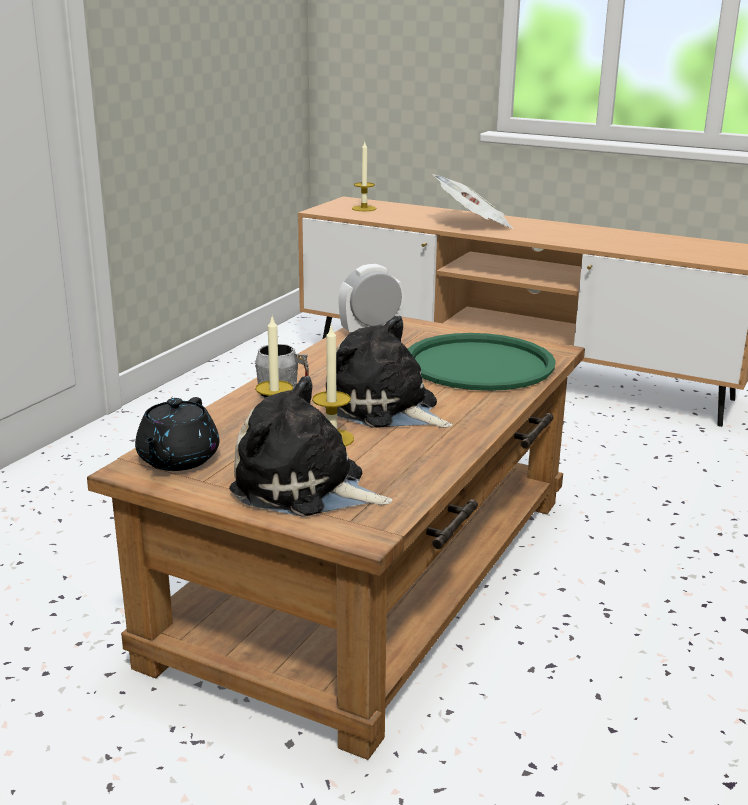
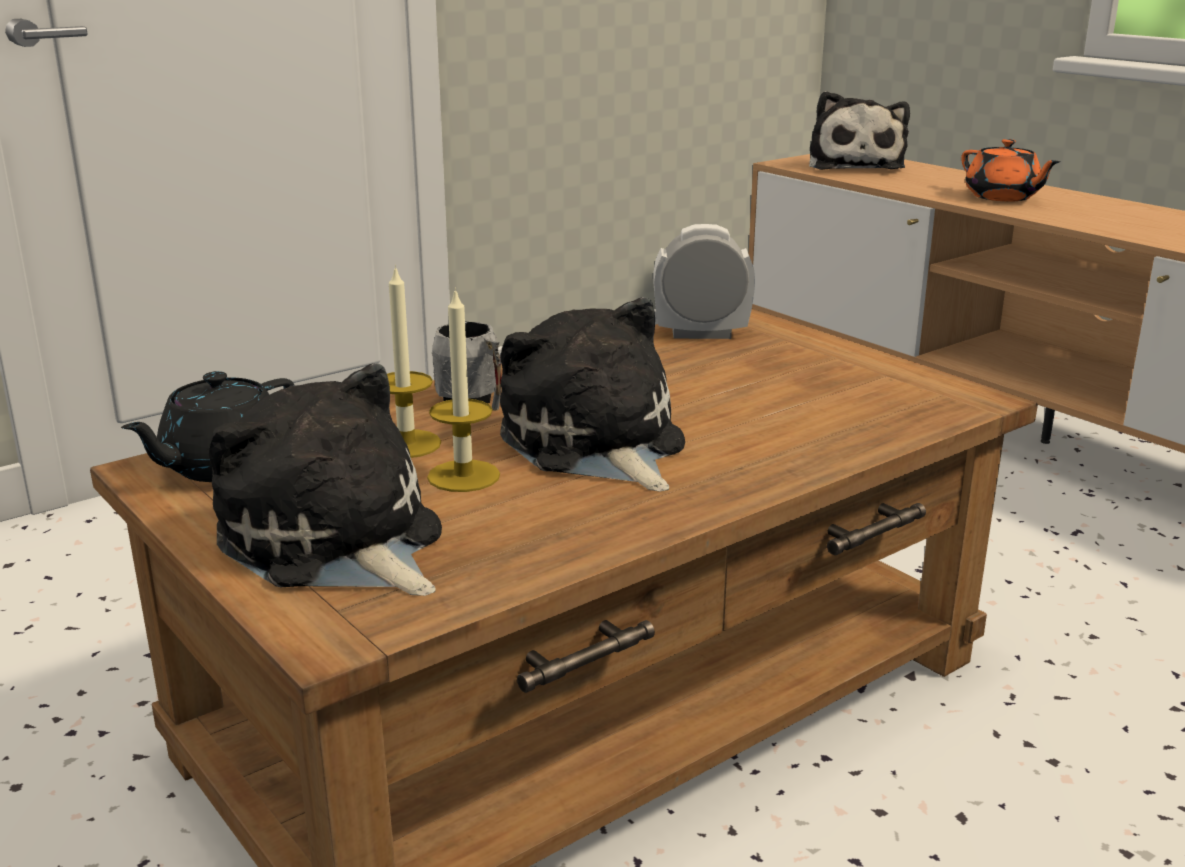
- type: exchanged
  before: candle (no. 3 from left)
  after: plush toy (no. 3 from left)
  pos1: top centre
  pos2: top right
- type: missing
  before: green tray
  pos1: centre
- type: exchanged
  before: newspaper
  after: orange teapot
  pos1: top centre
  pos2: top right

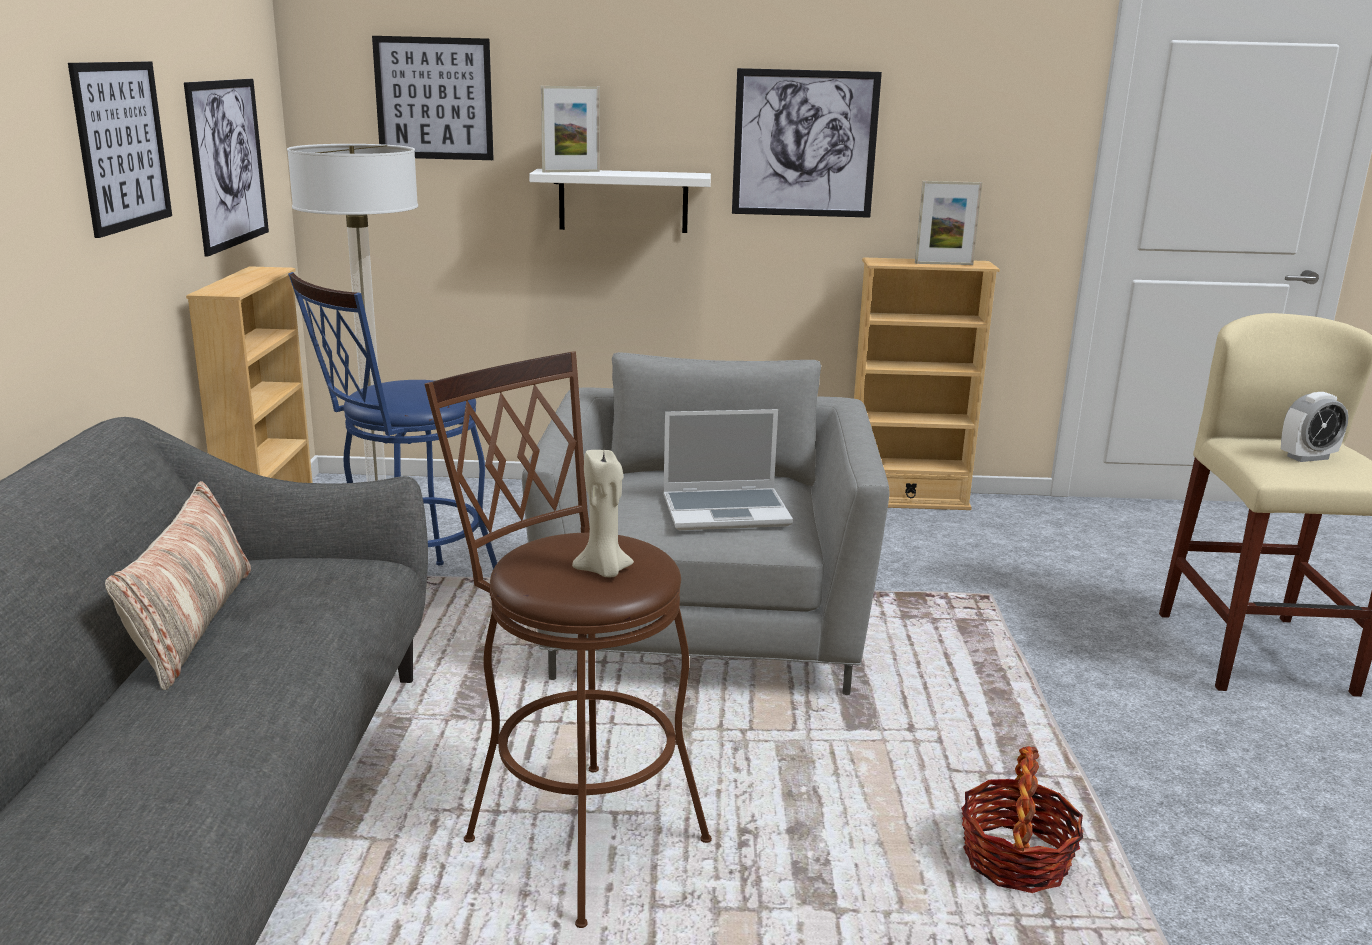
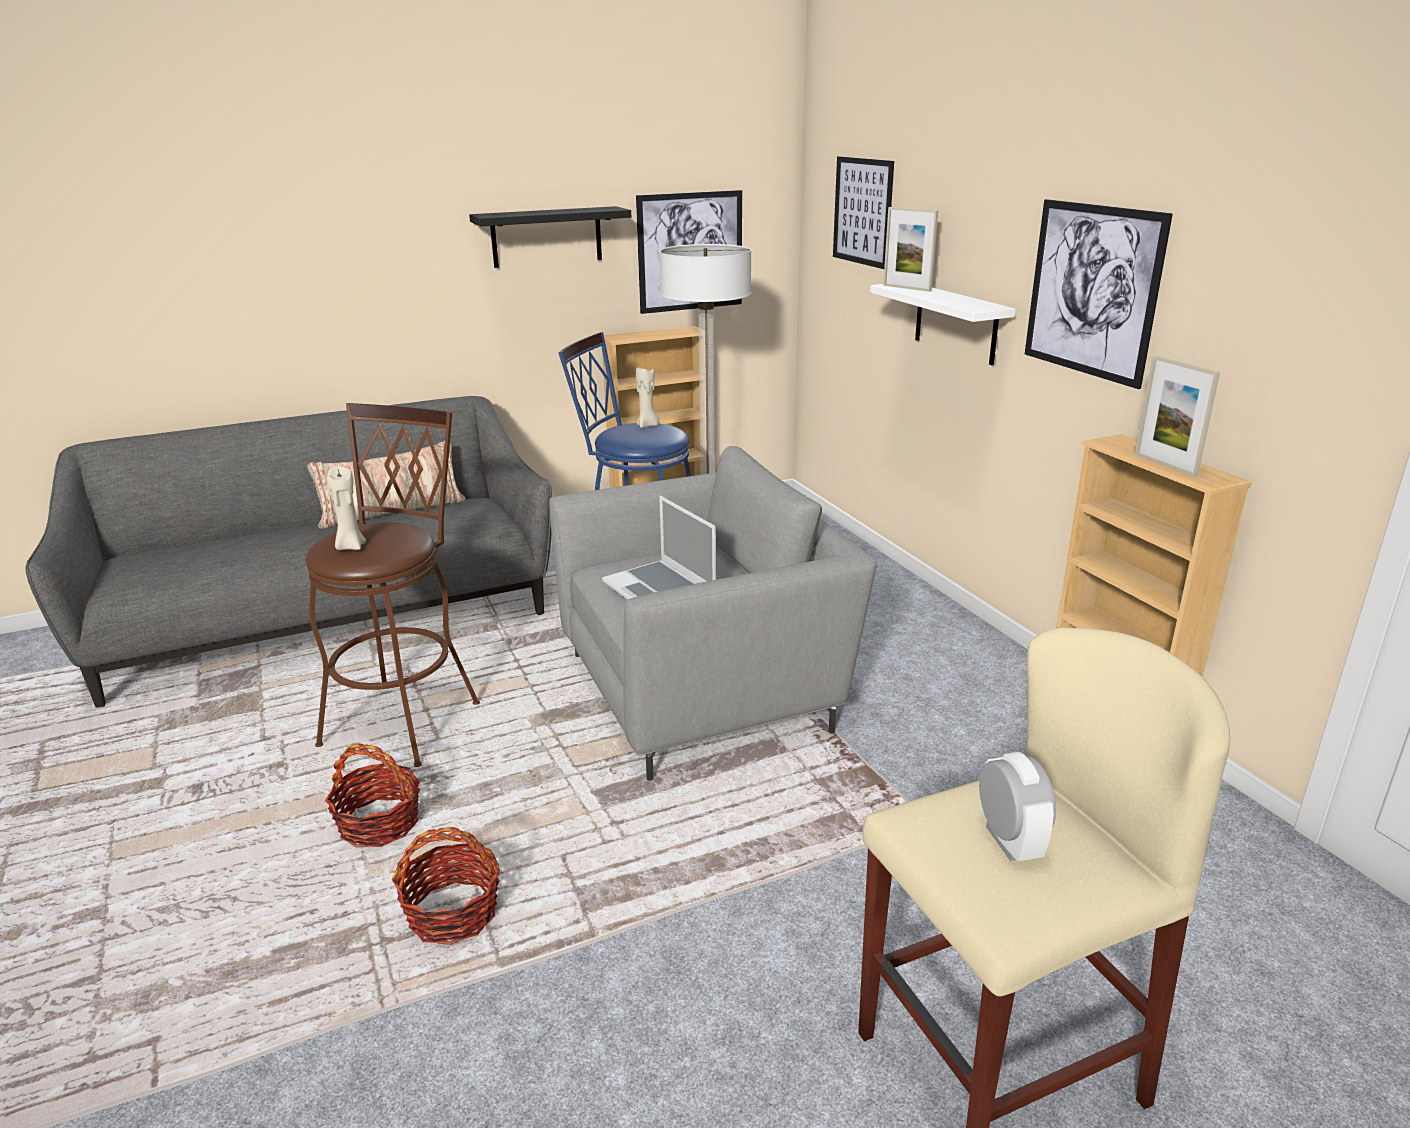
- type: exchanged
  before: picture (no. 1 from left)
  after: black shelf
  pos1: top left
  pos2: top centre
- type: spun
  before: alarm clock
  pos1: middle right
  pos2: bottom right
  turn: -150
- type: appeared
  after: basket (no. 1 from left)
  pos2: bottom left
- type: appeared
  after: beige candle (no. 2 from left)
  pos2: centre

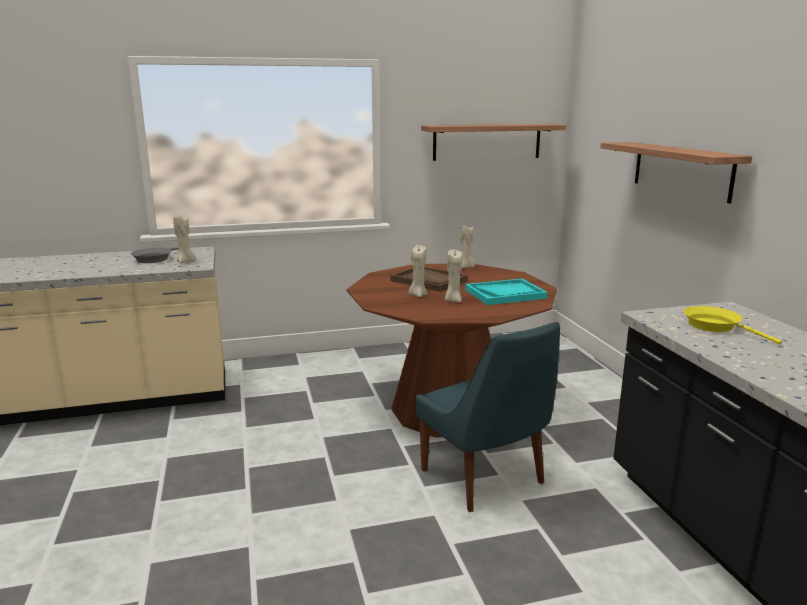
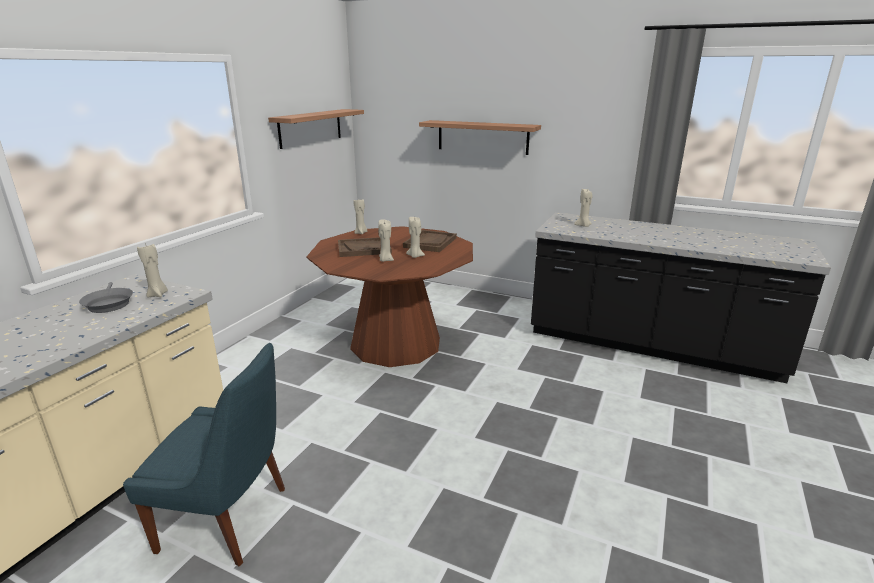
- type: relocated
  before: blue chair
  pos1: bottom centre
  pos2: bottom left
- type: colour
  before: turquoise tray
  after: brown tray (no. 2 from left)
  pos1: centre
  pos2: centre
- type: exchanged
  before: yellow frying pan
  after: beige candle (no. 5 from left)
  pos1: middle right
  pos2: middle right

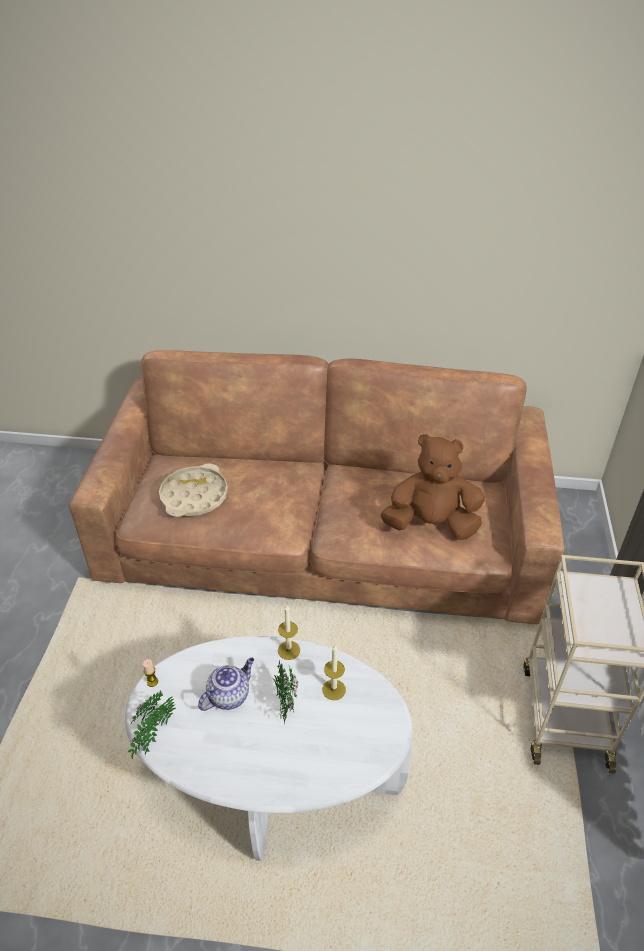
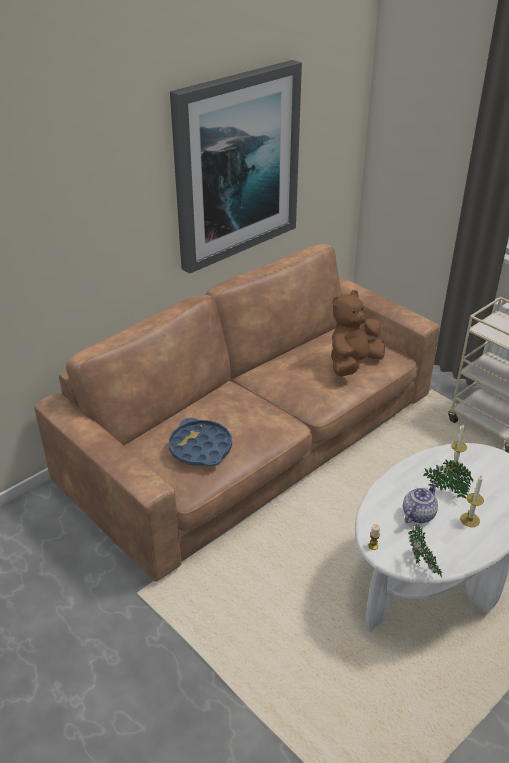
- type: colour
  before: beige tray
  after: blue tray
  pos1: middle left
  pos2: centre
- type: spun
  before: teapot
  pos1: bottom centre
  pos2: middle right
  turn: 45
- type: relocated
  before: candle (no. 2 from left in the first image)
  after: candle (no. 3 from left)
  pos1: centre
  pos2: middle right
- type: appeared
  after: picture
  pos2: top centre

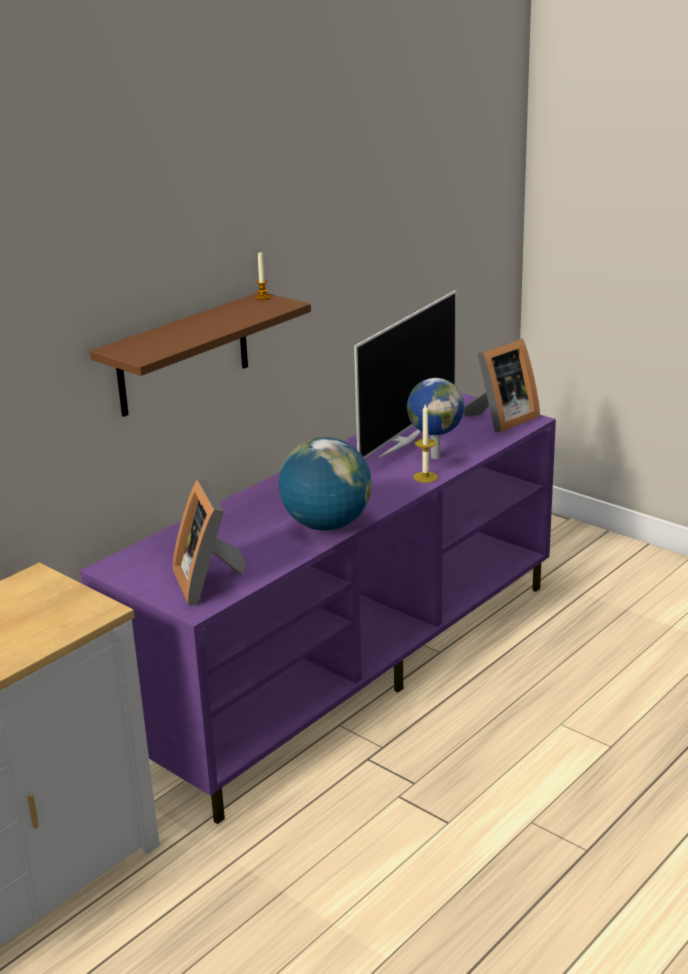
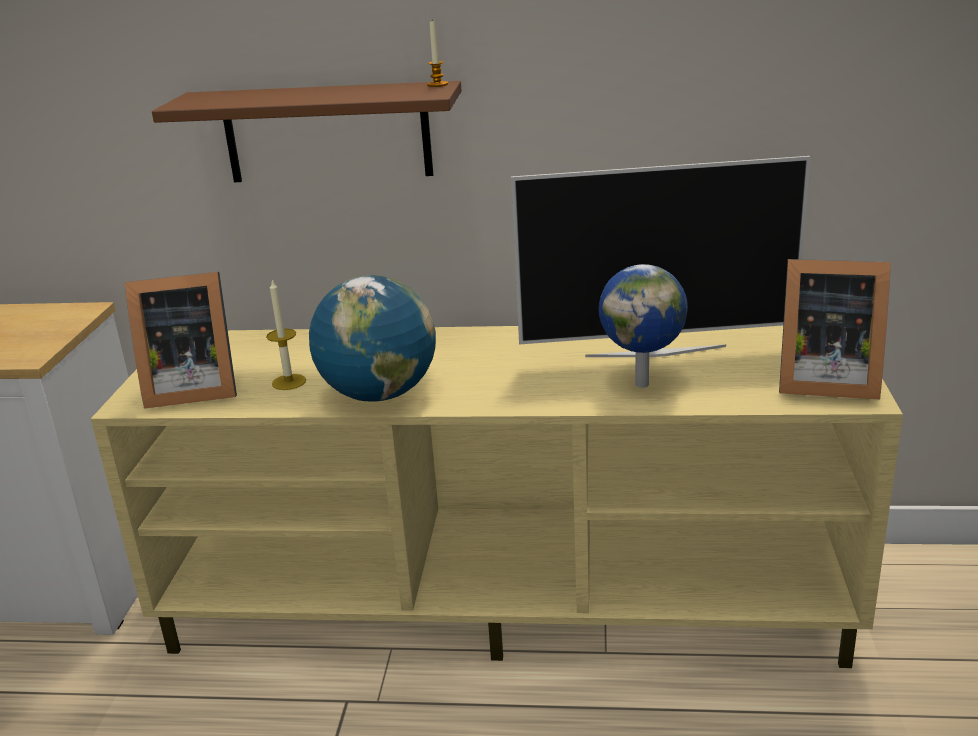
- type: colour
  before: purple tv stand
  after: beige tv stand
  pos1: centre
  pos2: bottom centre
- type: spun
  before: picture frame (no. 1 from left)
  pos1: middle left
  pos2: middle left
  turn: -135
- type: relocated
  before: candle (no. 2 from left in the first image)
  after: candle (no. 1 from left)
  pos1: centre
  pos2: middle left

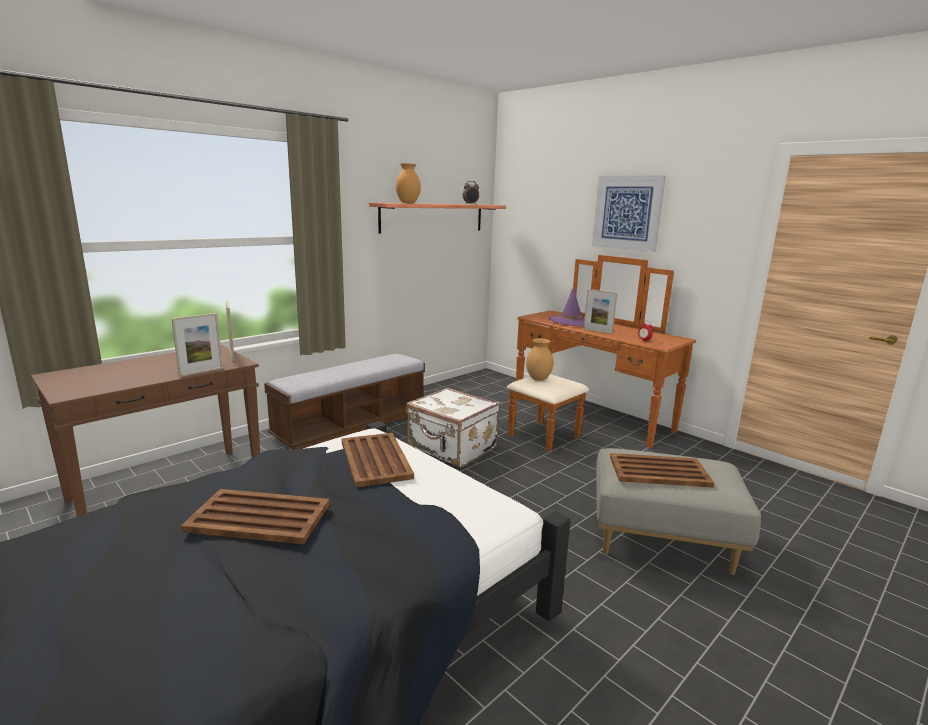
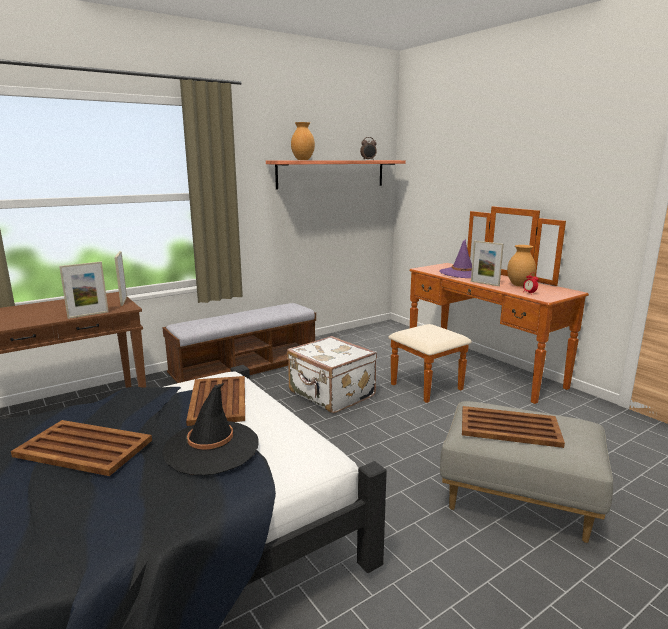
- type: relocated
  before: brown vase (no. 2 from left)
  pos1: centre
  pos2: middle right
- type: missing
  before: picture
  pos1: top right
- type: appeared
  after: black hat
  pos2: bottom left

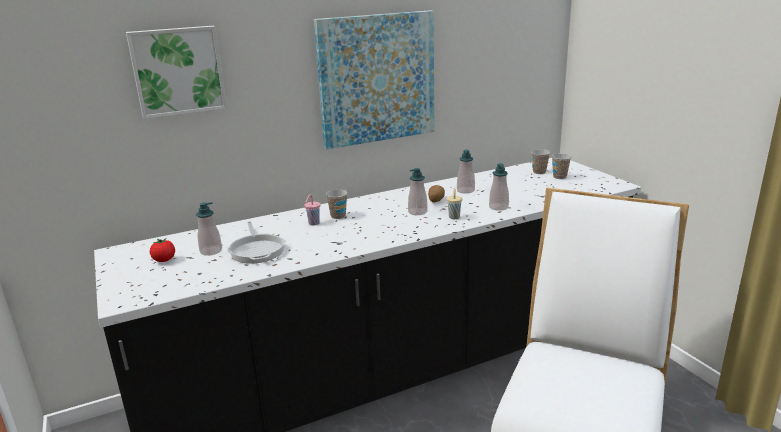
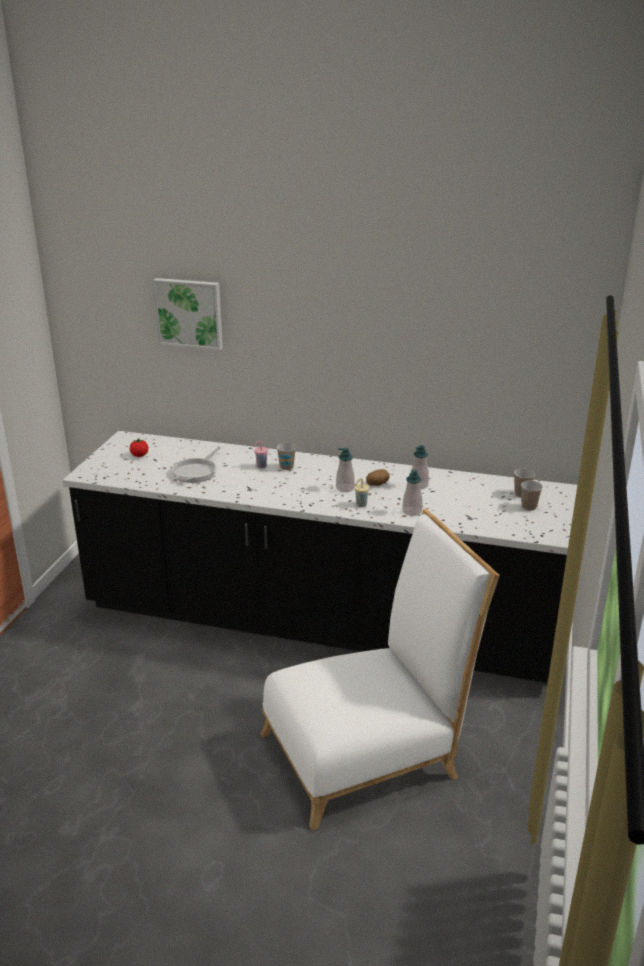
- type: missing
  before: soap dispenser (no. 1 from left)
  pos1: middle left
- type: missing
  before: picture (no. 2 from left)
  pos1: top centre

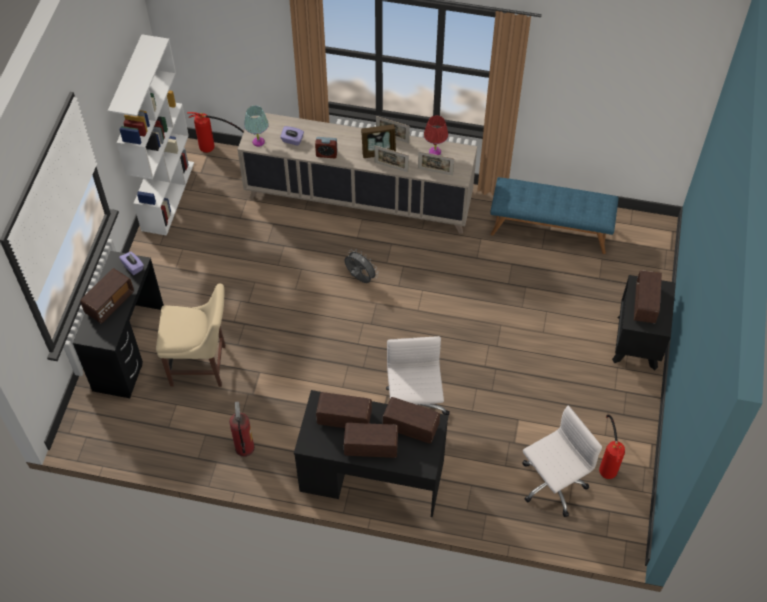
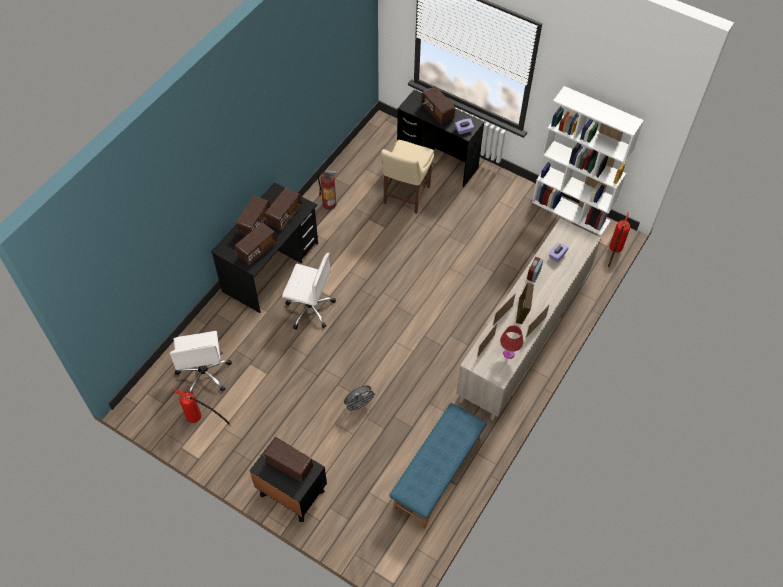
- type: missing
  before: turquoise table lamp
  pos1: top centre
- type: relocated
  before: grey fan
  pos1: centre
  pos2: bottom centre

